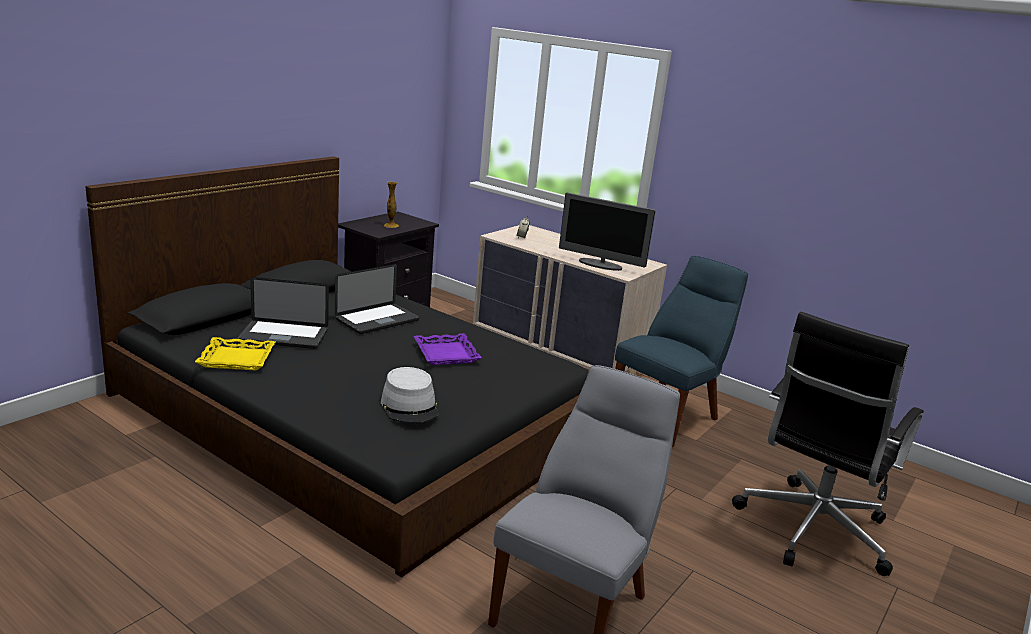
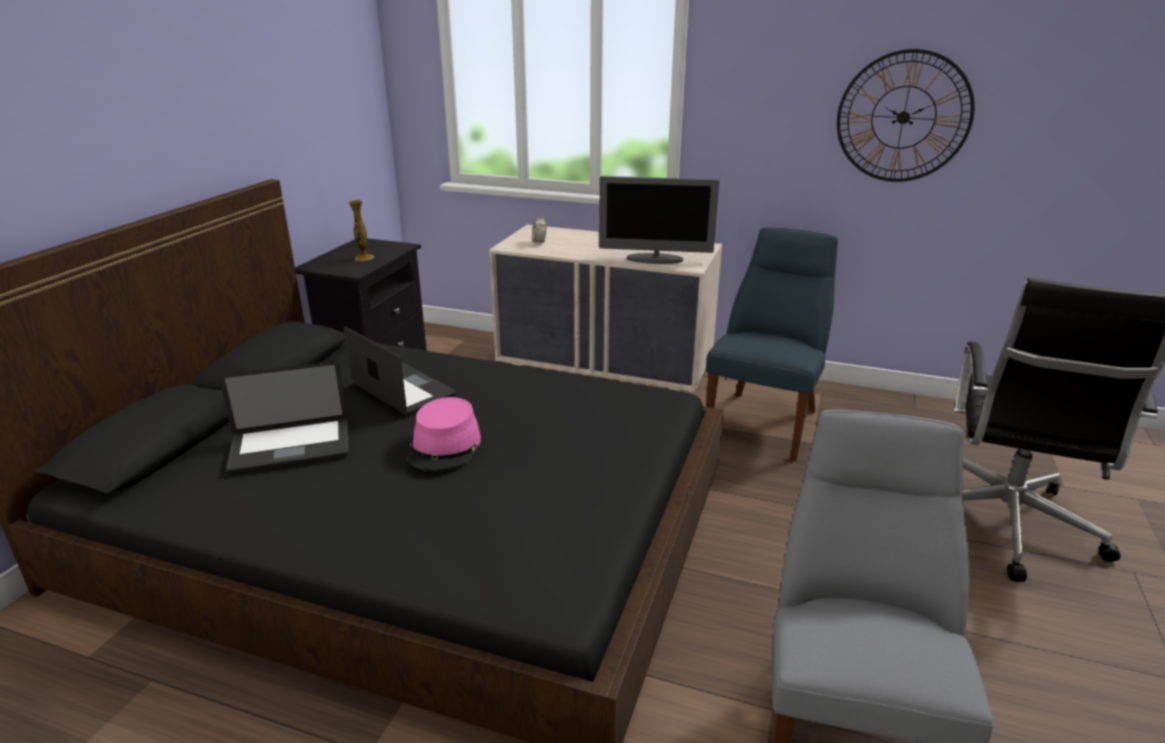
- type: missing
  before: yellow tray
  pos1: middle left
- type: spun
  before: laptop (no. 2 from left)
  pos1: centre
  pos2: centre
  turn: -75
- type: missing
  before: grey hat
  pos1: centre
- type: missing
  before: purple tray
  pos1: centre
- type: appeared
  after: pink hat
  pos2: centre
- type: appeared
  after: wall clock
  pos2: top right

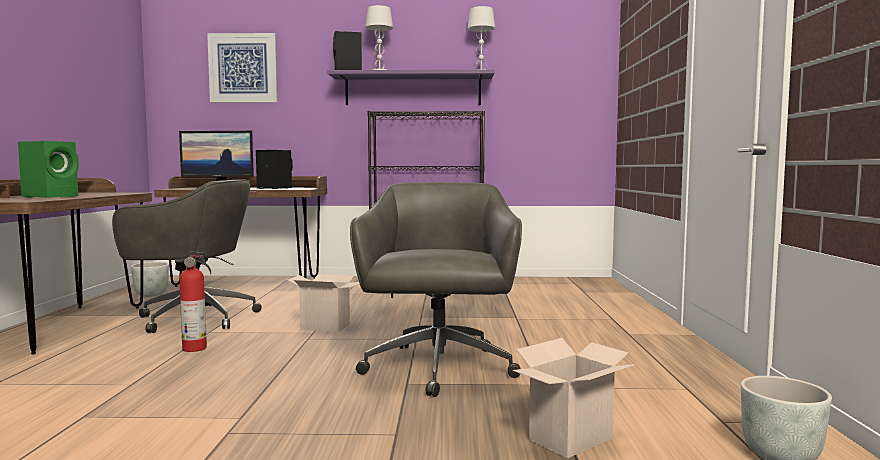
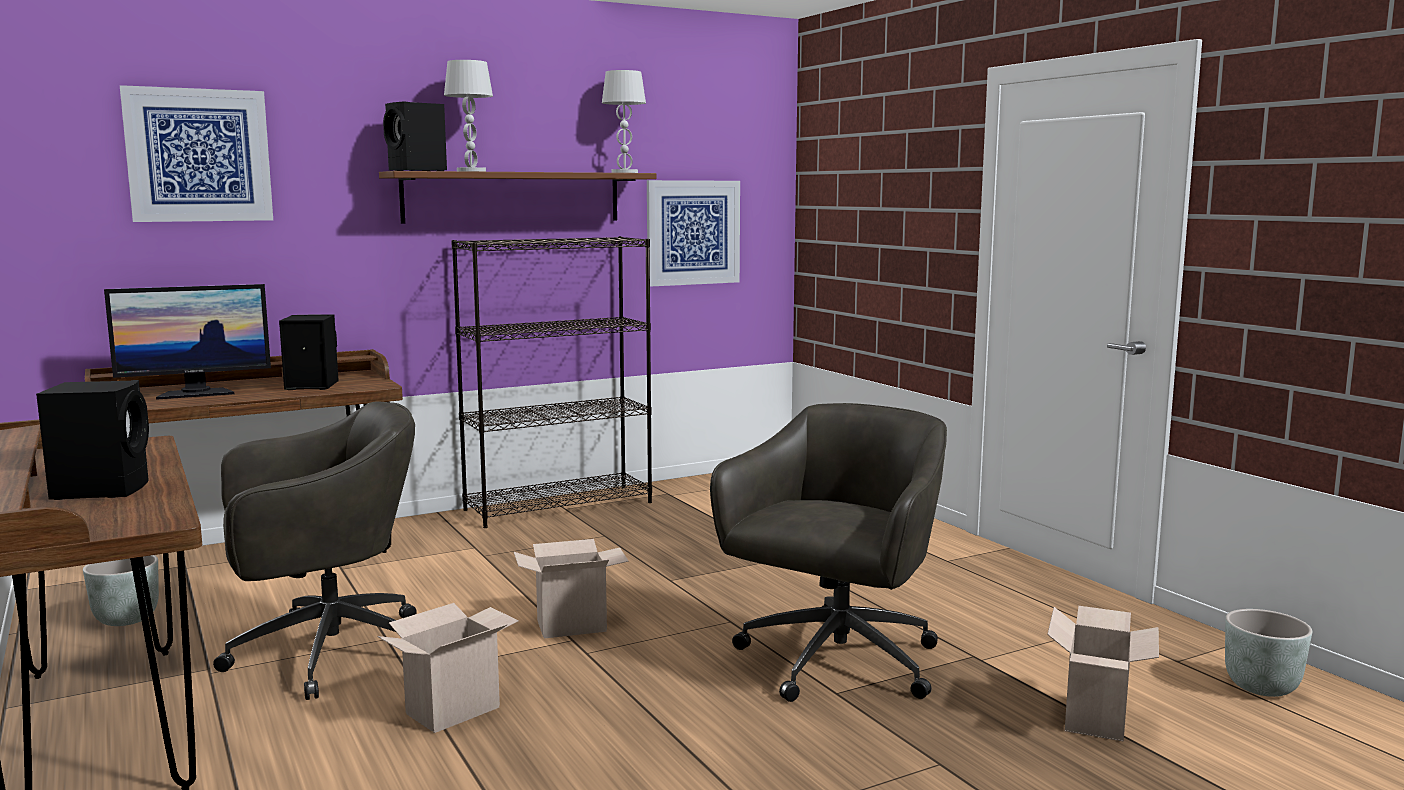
- type: colour
  before: green speaker
  after: black speaker (no. 1 from left)
  pos1: middle left
  pos2: middle left
- type: exchanged
  before: fire extinguisher
  after: cardboard box (no. 1 from left)
  pos1: middle left
  pos2: bottom left
- type: colour
  before: purple shelf
  after: brown shelf
  pos1: top centre
  pos2: top centre
- type: spun
  before: grey office chair (no. 2 from left)
  pos1: centre
  pos2: bottom centre
  turn: 60
- type: appeared
  after: picture (no. 2 from left)
  pos2: top centre

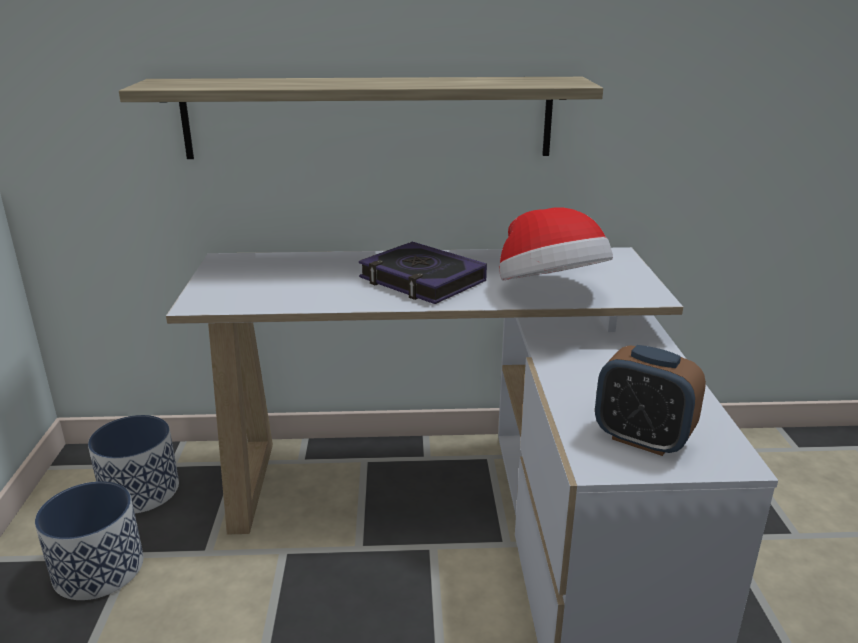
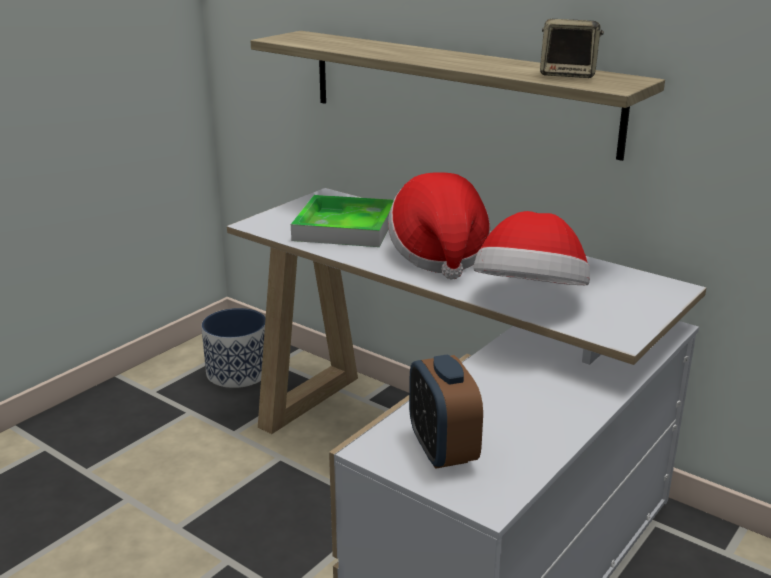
- type: missing
  before: planter (no. 1 from left)
  pos1: bottom left
- type: exchanged
  before: book
  after: hat (no. 1 from left)
  pos1: centre
  pos2: centre
- type: appeared
  after: tray
  pos2: centre
- type: appeared
  after: speaker
  pos2: top right

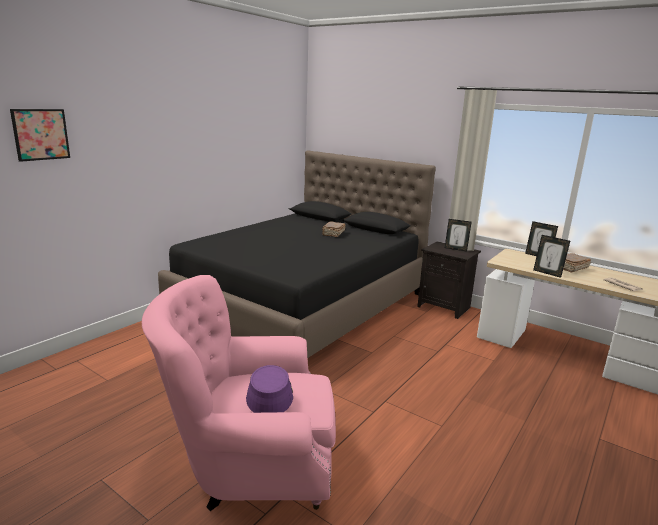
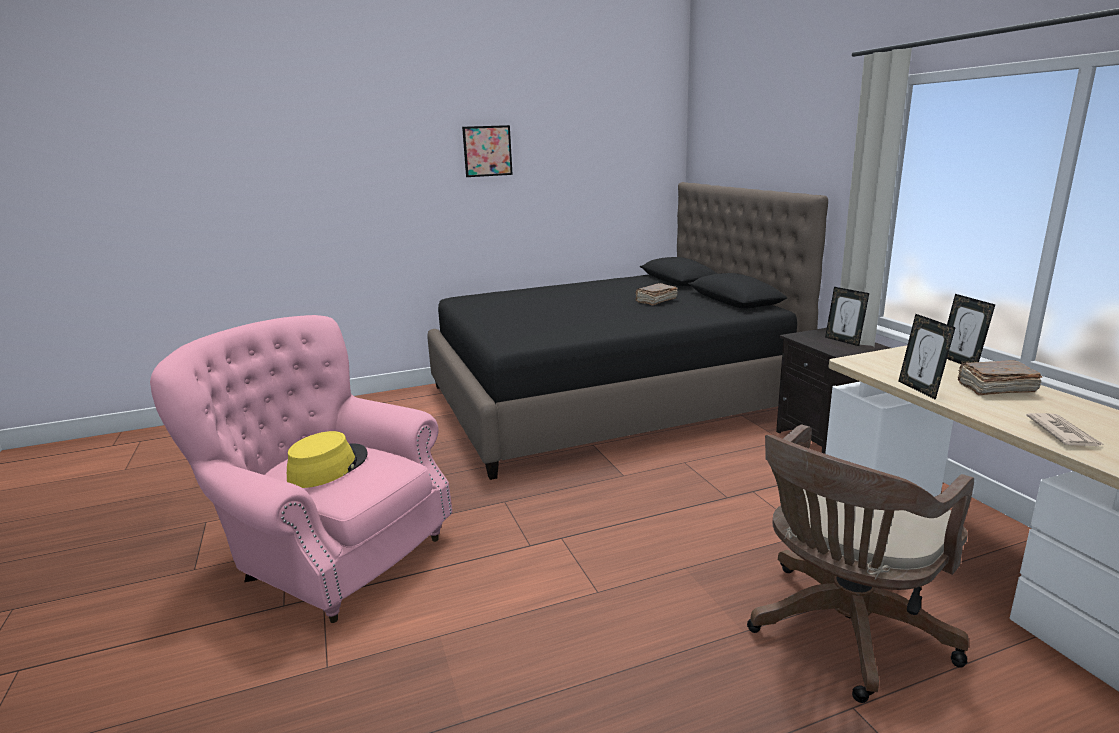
- type: relocated
  before: picture
  pos1: top left
  pos2: top centre
- type: colour
  before: purple hat
  after: yellow hat
  pos1: bottom centre
  pos2: middle left
- type: appeared
  after: brown office chair
  pos2: bottom right

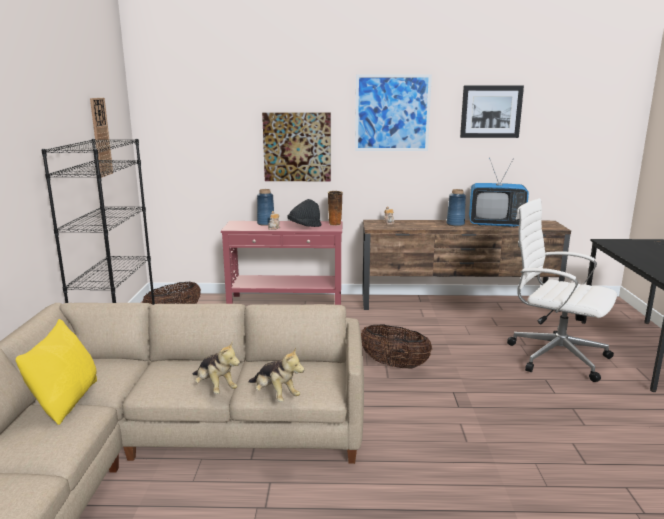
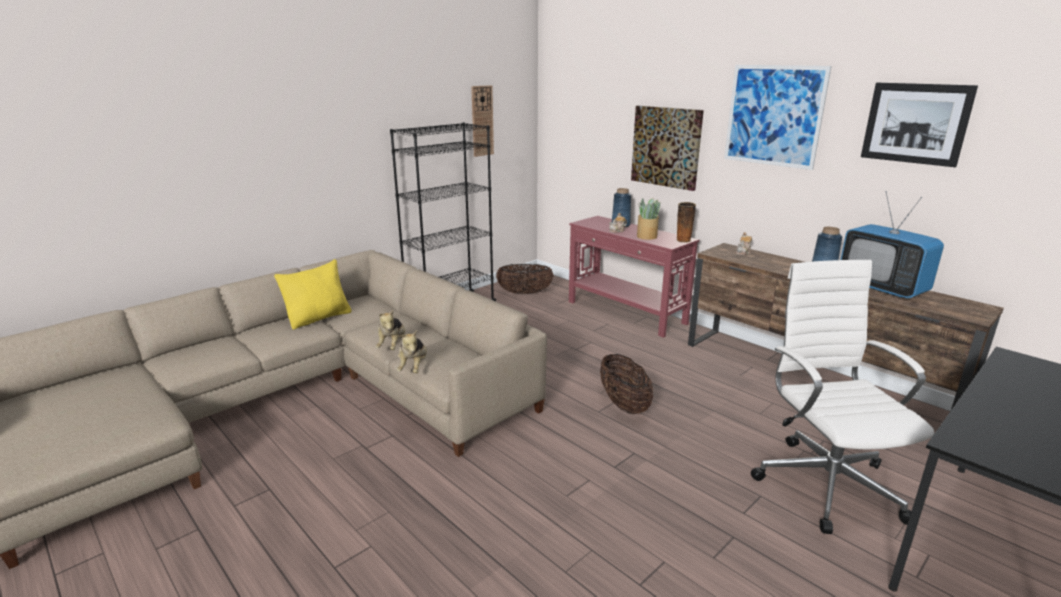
- type: exchanged
  before: black hat
  after: potted plant
  pos1: centre
  pos2: centre

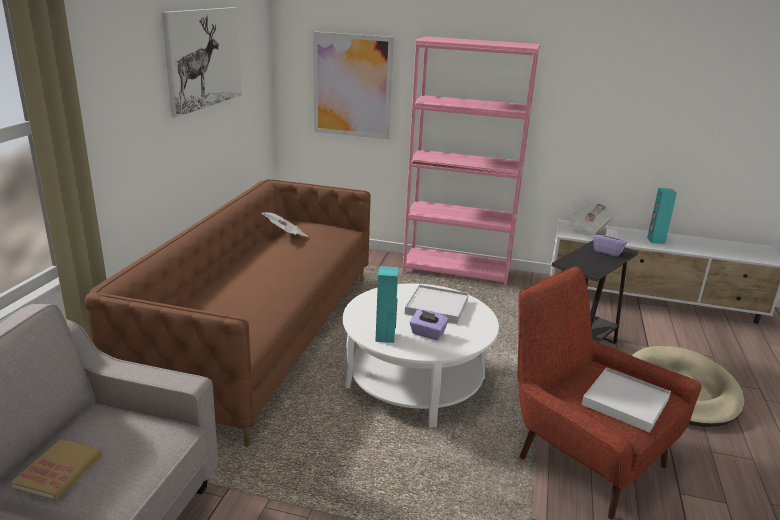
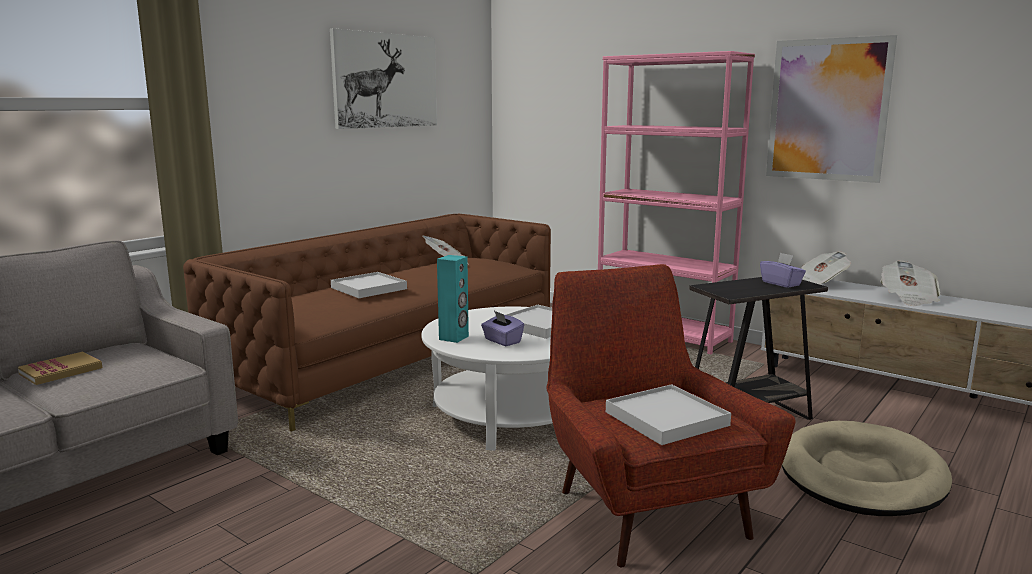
- type: relocated
  before: picture (no. 2 from left)
  pos1: top centre
  pos2: top right
- type: exchanged
  before: turquoise speaker (no. 2 from left)
  after: newspaper (no. 3 from left)
  pos1: middle right
  pos2: middle right
- type: appeared
  after: white tray (no. 1 from left)
  pos2: centre

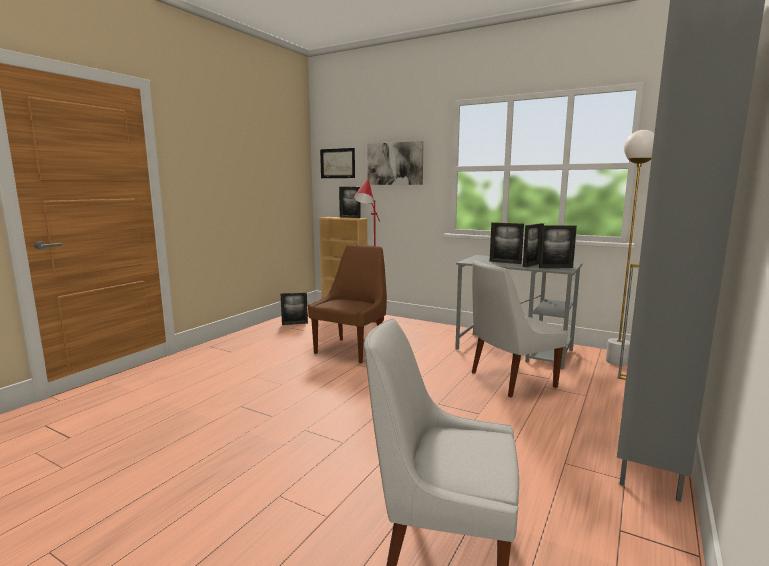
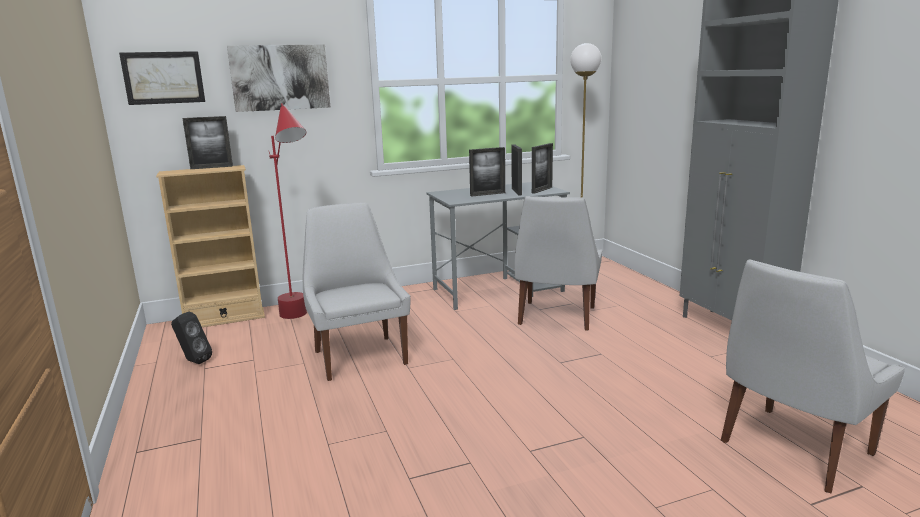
- type: exchanged
  before: picture frame (no. 1 from left)
  after: black speaker
  pos1: centre
  pos2: middle left
- type: colour
  before: brown chair
  after: white chair (no. 1 from left)
  pos1: centre
  pos2: centre

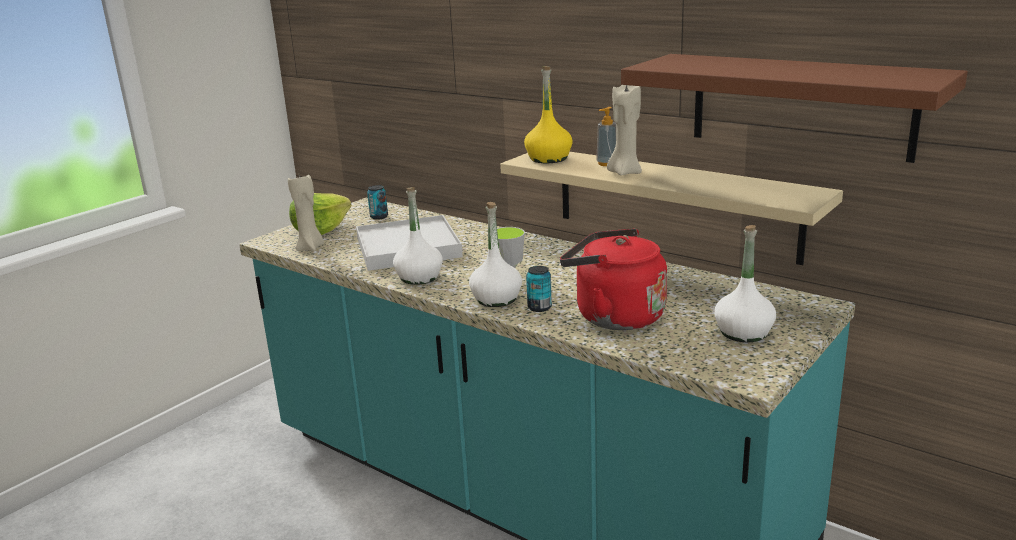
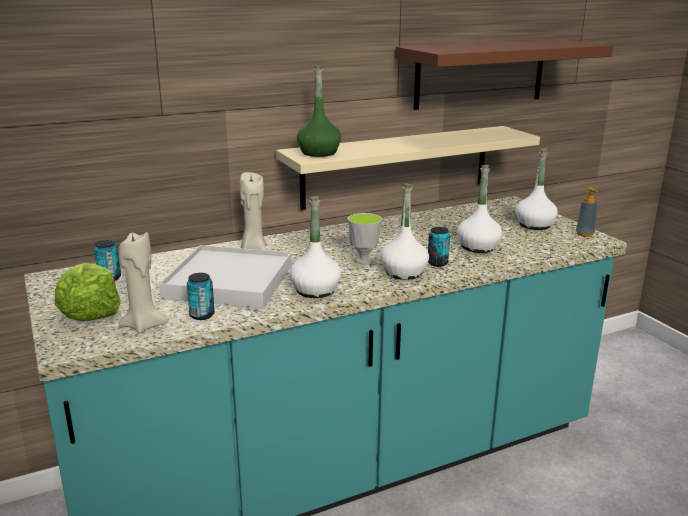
- type: colour
  before: yellow bottle
  after: green bottle
  pos1: top centre
  pos2: top centre
- type: exchanged
  before: red kettle
  after: white bottle (no. 3 from left)
  pos1: centre
  pos2: middle right
- type: relocated
  before: soap dispenser
  pos1: top centre
  pos2: middle right
- type: relocated
  before: beige candle (no. 2 from left)
  pos1: top centre
  pos2: centre
- type: appeared
  after: can (no. 2 from left)
  pos2: middle left

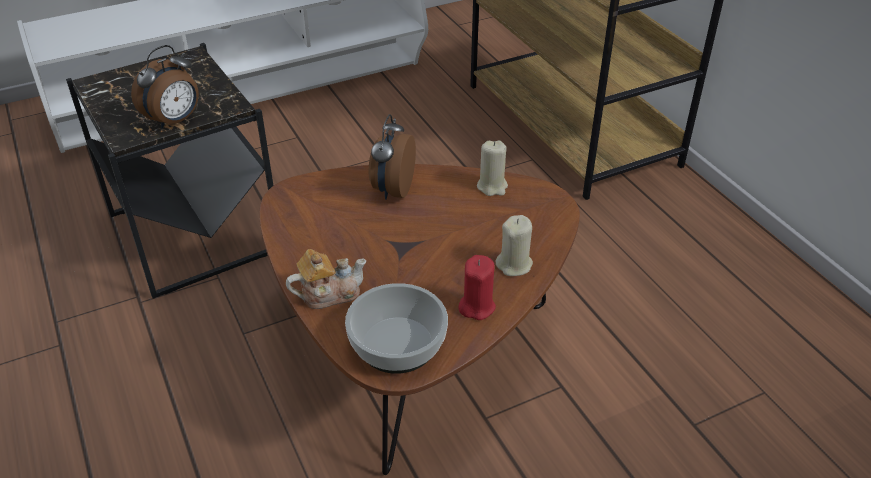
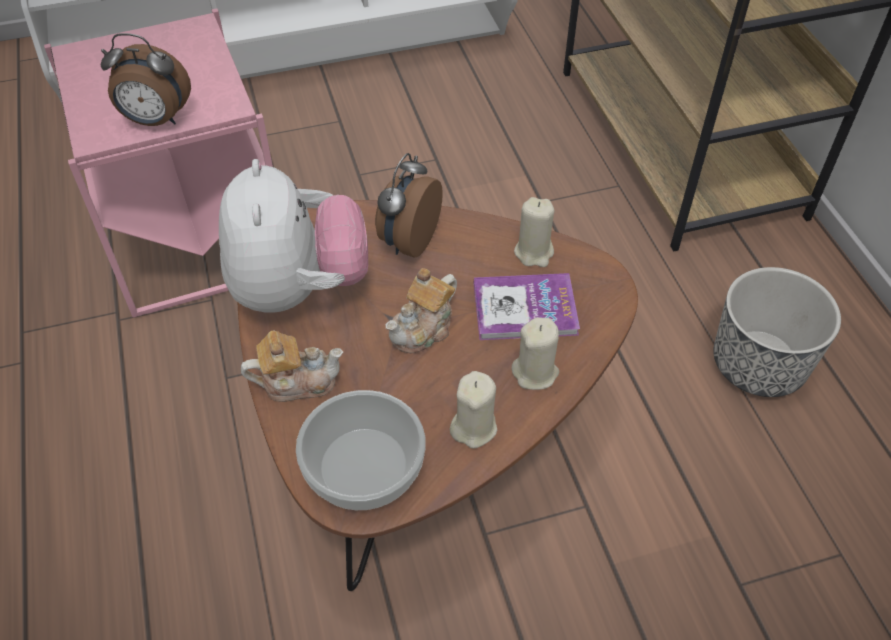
- type: colour
  before: black side table
  after: pink side table
  pos1: middle left
  pos2: top left
- type: spun
  before: alarm clock (no. 1 from left)
  pos1: top left
  pos2: top left
  turn: 45
- type: colour
  before: red candle
  after: beige candle (no. 1 from left)
  pos1: centre
  pos2: centre
- type: appeared
  after: plush toy
  pos2: middle left
- type: appeared
  after: teapot (no. 2 from left)
  pos2: centre
- type: appeared
  after: book
  pos2: centre
- type: appeared
  after: planter
  pos2: middle right

